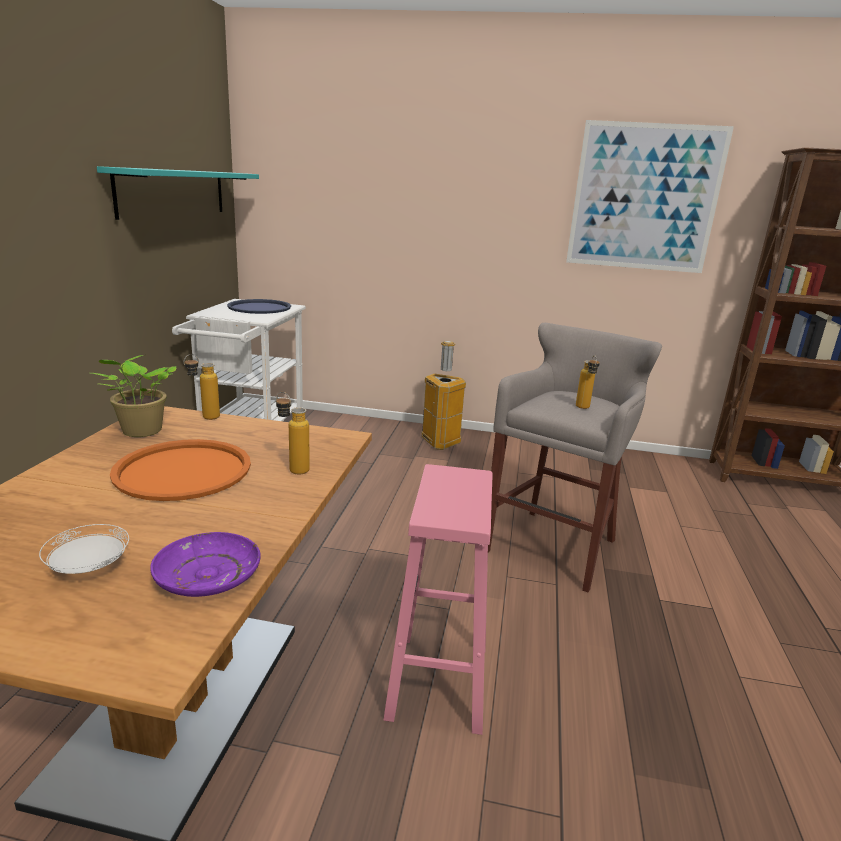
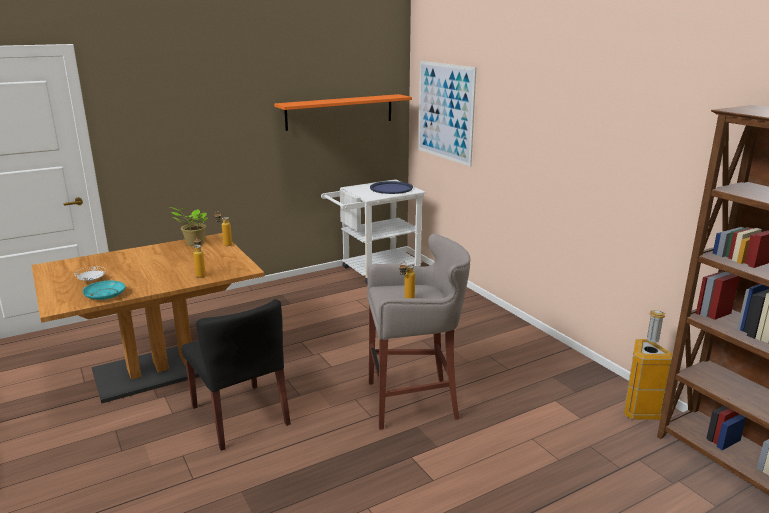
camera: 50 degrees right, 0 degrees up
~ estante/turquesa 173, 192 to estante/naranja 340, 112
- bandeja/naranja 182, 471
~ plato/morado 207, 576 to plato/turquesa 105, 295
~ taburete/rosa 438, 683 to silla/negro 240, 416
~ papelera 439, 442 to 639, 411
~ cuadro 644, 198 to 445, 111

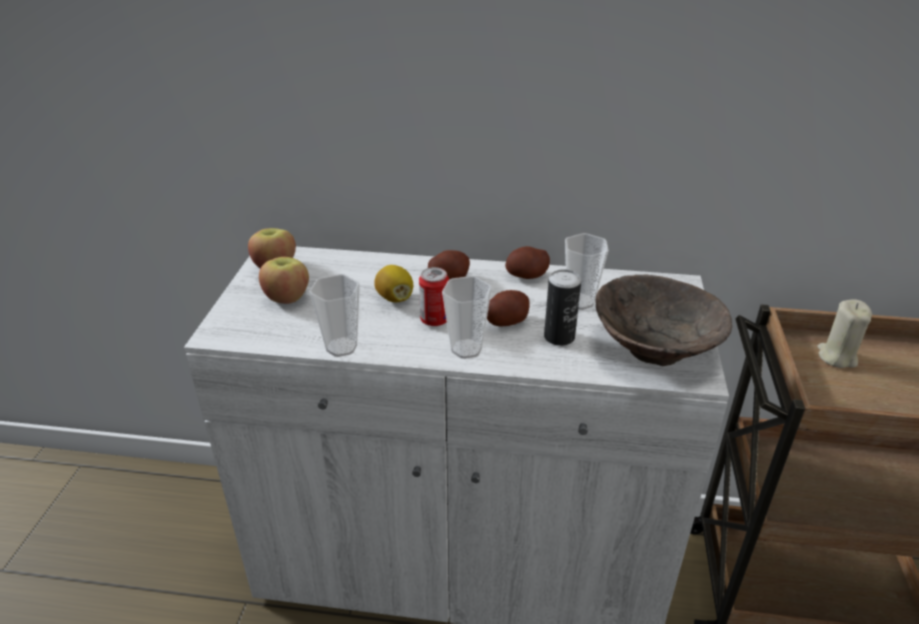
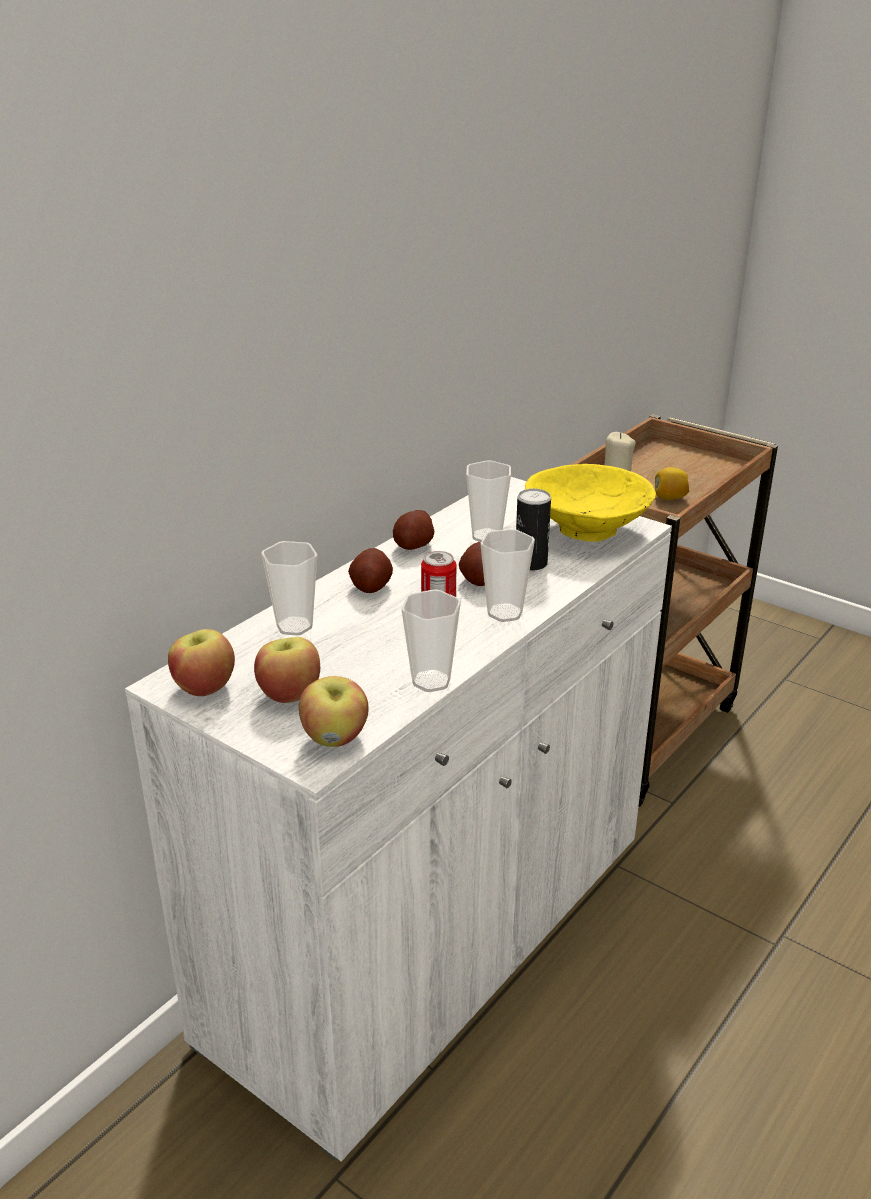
camera: 60 degrees left, 5 degrees down
~ limón 395, 298 to 669, 498
~ cuenco/marrón 653, 348 to cuenco/amarillo 587, 530
+ taza 294, 626
+ manzana 335, 738

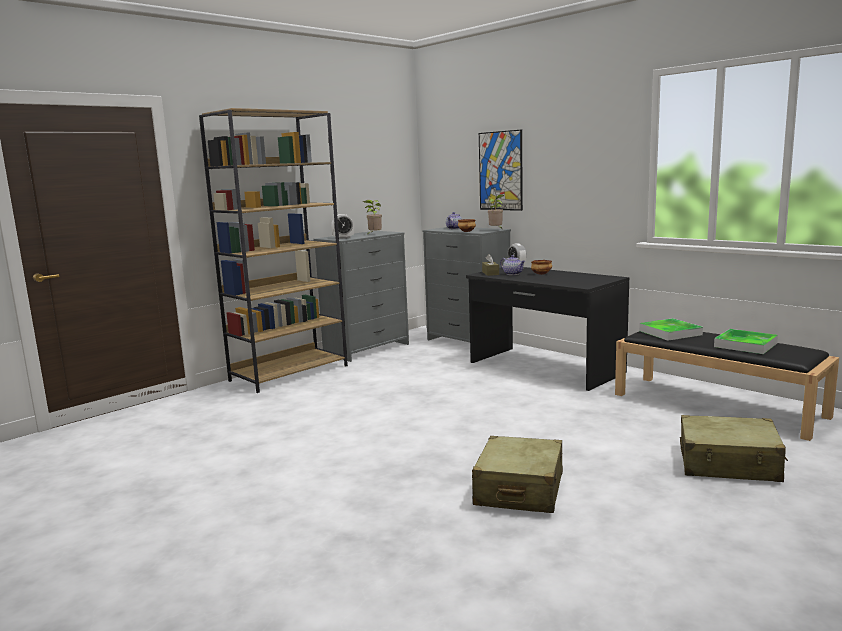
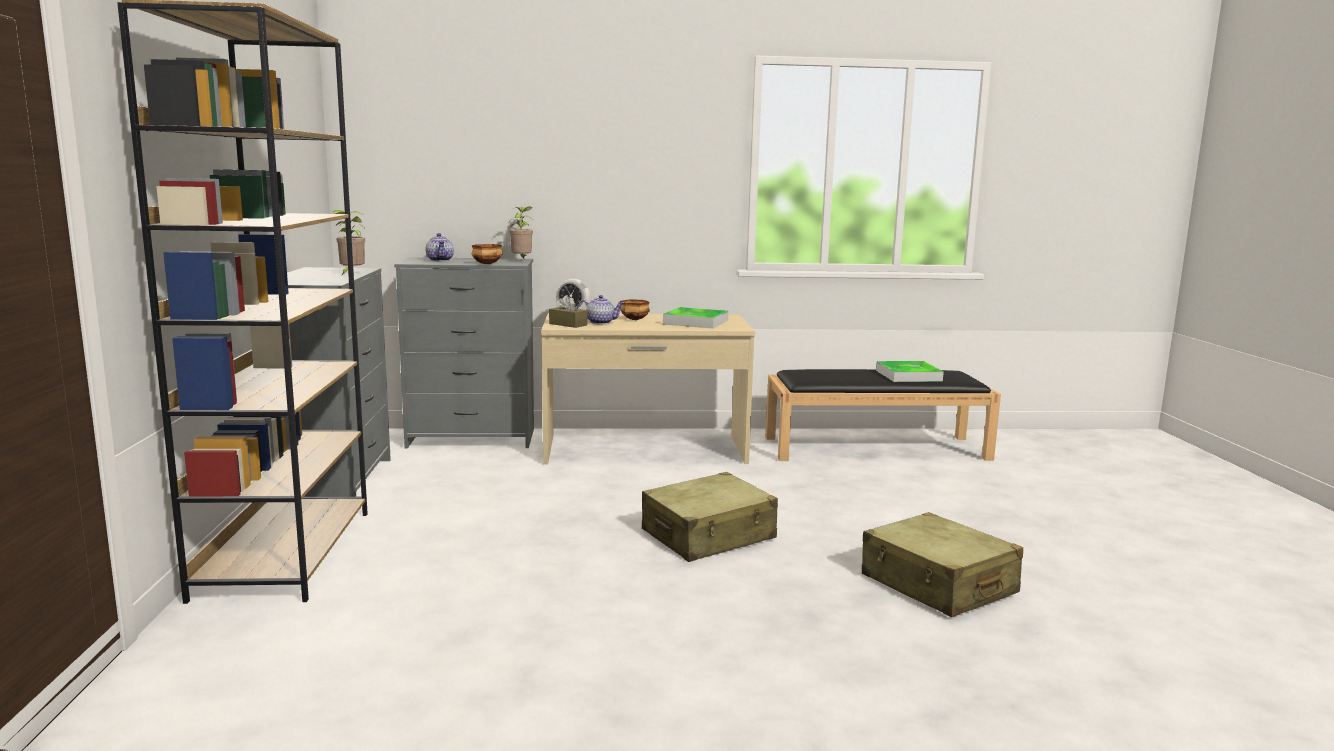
camera: 50 degrees left, 0 degrees up
- despertador 343, 238
~ escritorio/negro 544, 367 to escritorio/beis 645, 450
- cuadro 500, 171
~ bandeja 670, 333 to 696, 322
~ maleta/beis 728, 464 to 709, 535

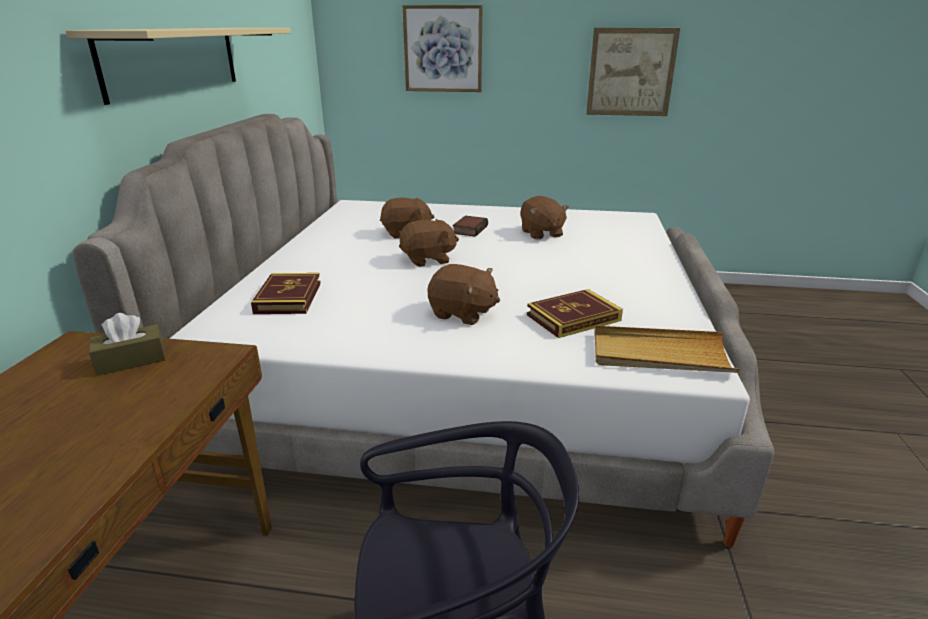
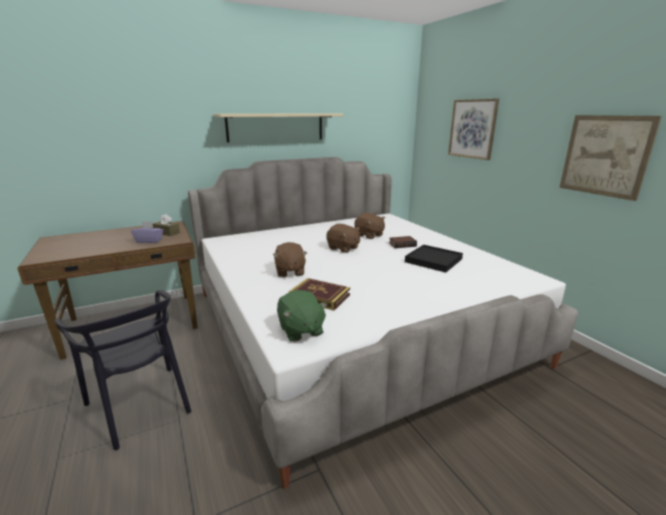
camera: 55 degrees right, 5 degrees down
- libro 288, 298
~ peluche/marrón 541, 233 to bandeja/negro 433, 260
~ bandeja/beis 659, 354 to peluche/verde 300, 330
+ caja de pañuelos/morado 149, 241

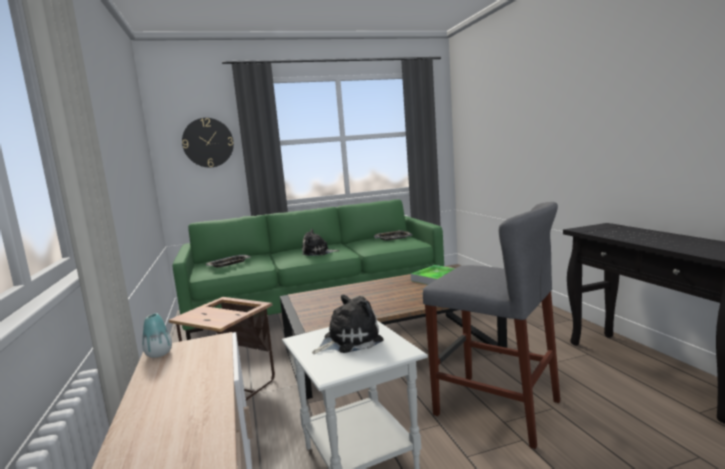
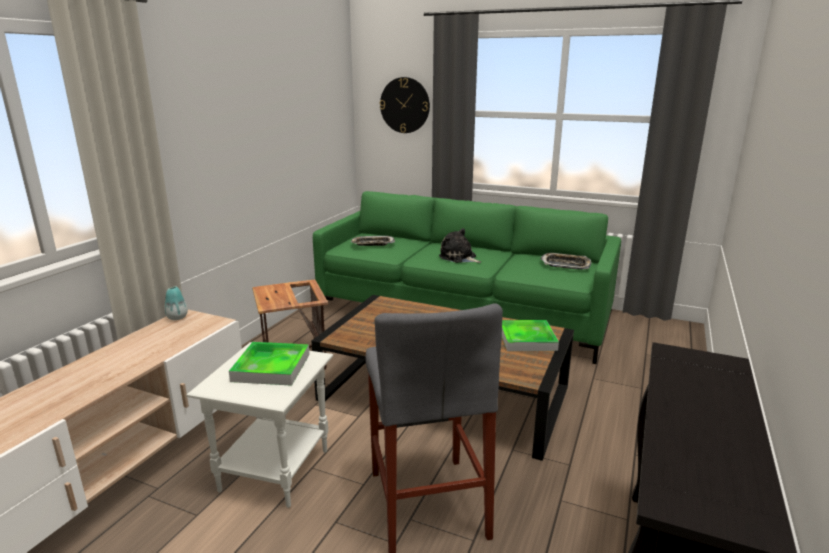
camera: 40 degrees right, 10 degrees up
~ peluche 349, 340 to bandeja 271, 367

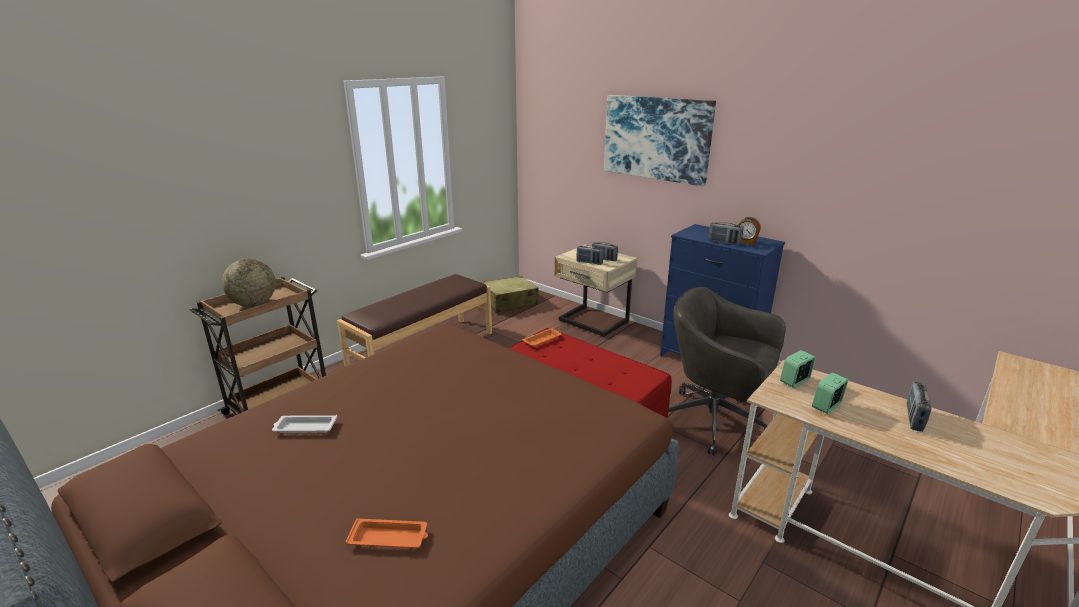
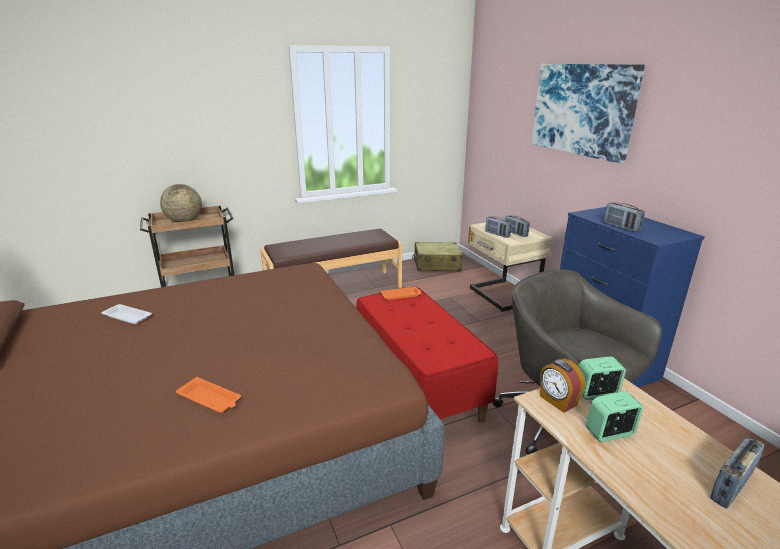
camera: 25 degrees right, 0 degrees up
~ bandeja/naranja 389, 538 to 210, 399
~ despertador 746, 242 to 557, 401

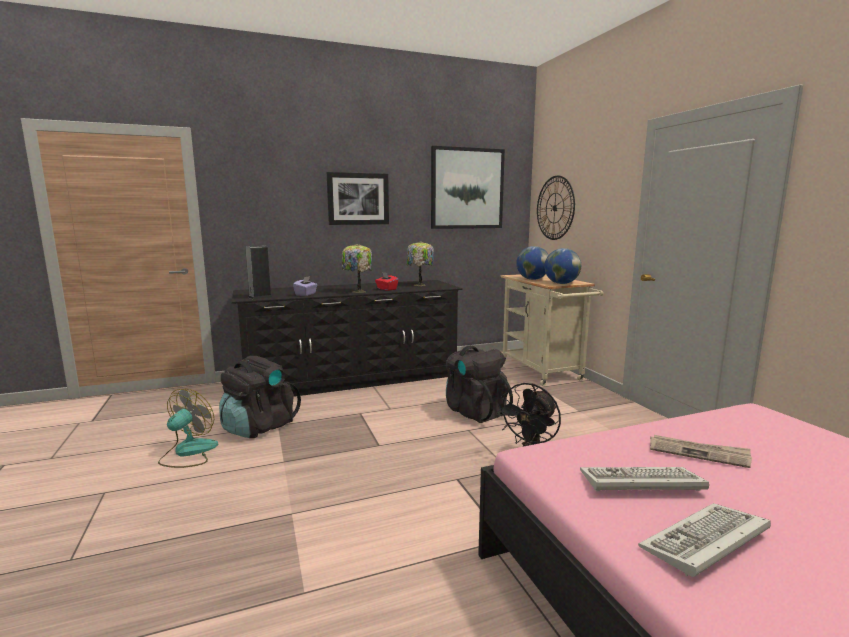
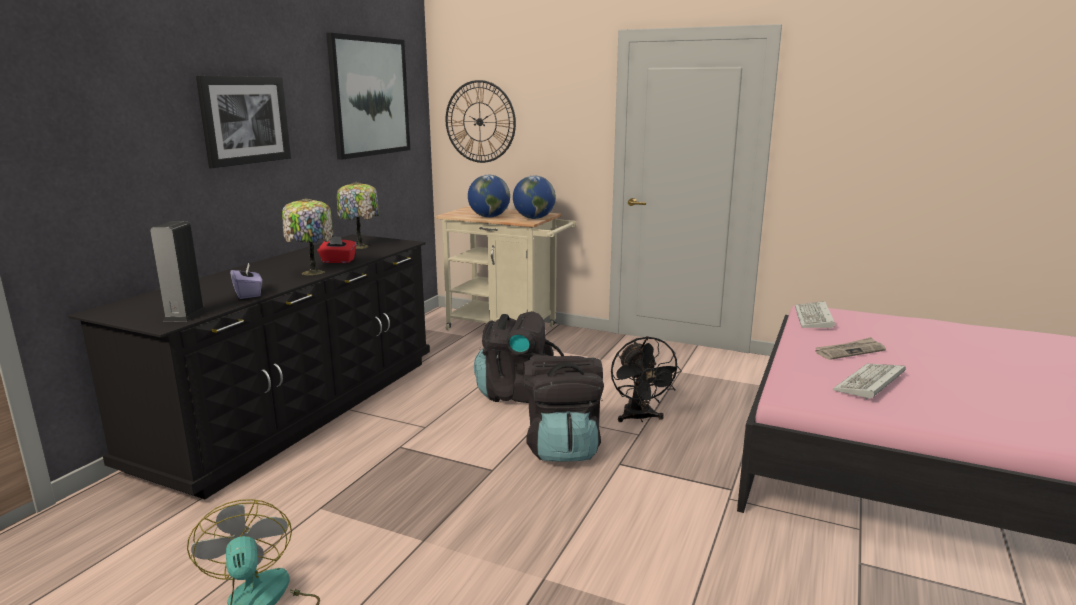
camera: 45 degrees left, 5 degrees up
~ mochila/negro 259, 427 to 562, 447
~ teclado 705, 543 to 814, 319

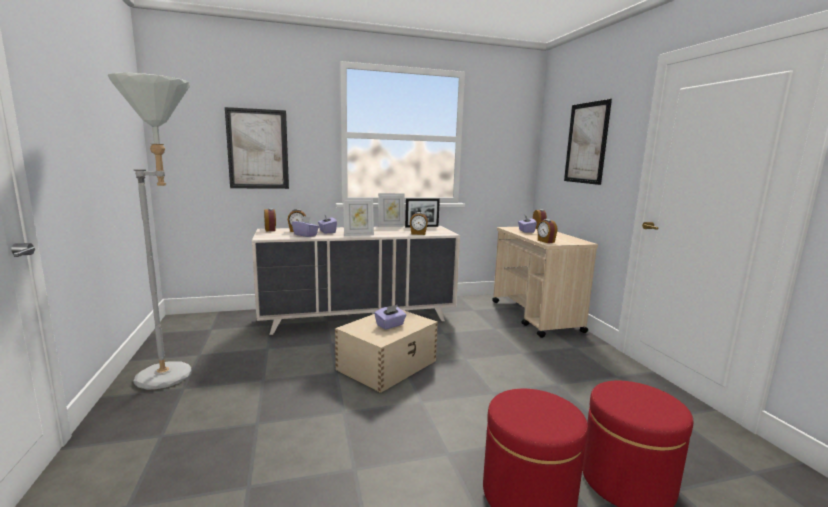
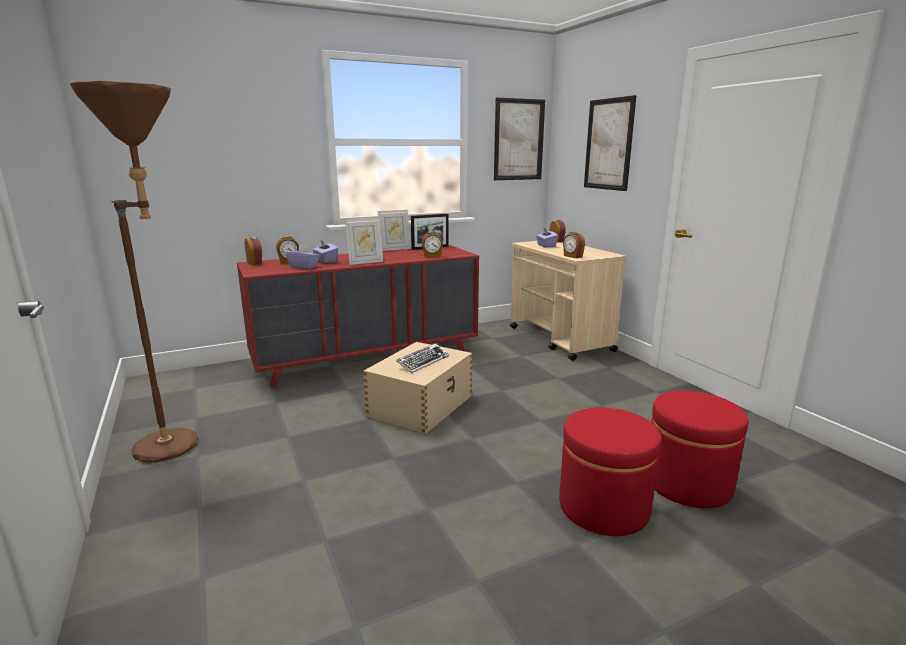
camera: 10 degrees left, 5 degrees up
~ lámpara de pie/gris 176, 374 to lámpara de pie/marrón 180, 441
~ cuadro 258, 149 to 518, 140
~ cómoda/beis 358, 318 to cómoda/rojo 368, 359
~ caja de pañuelos/morado 390, 325 to teclado 423, 361

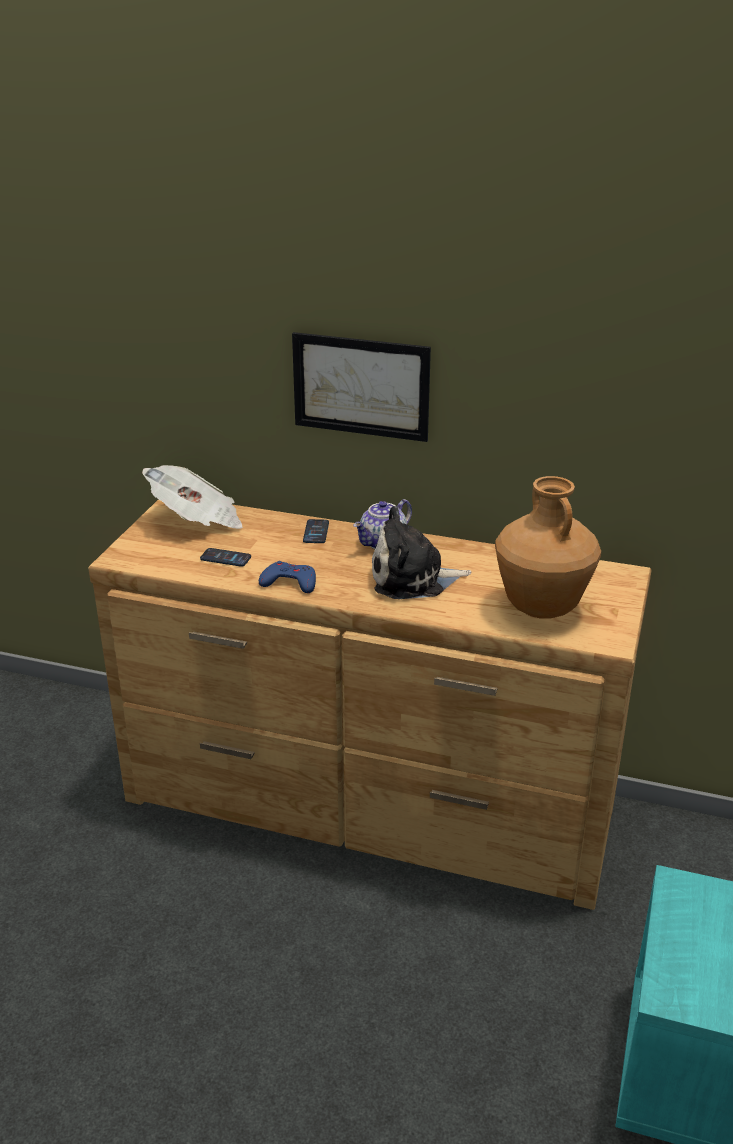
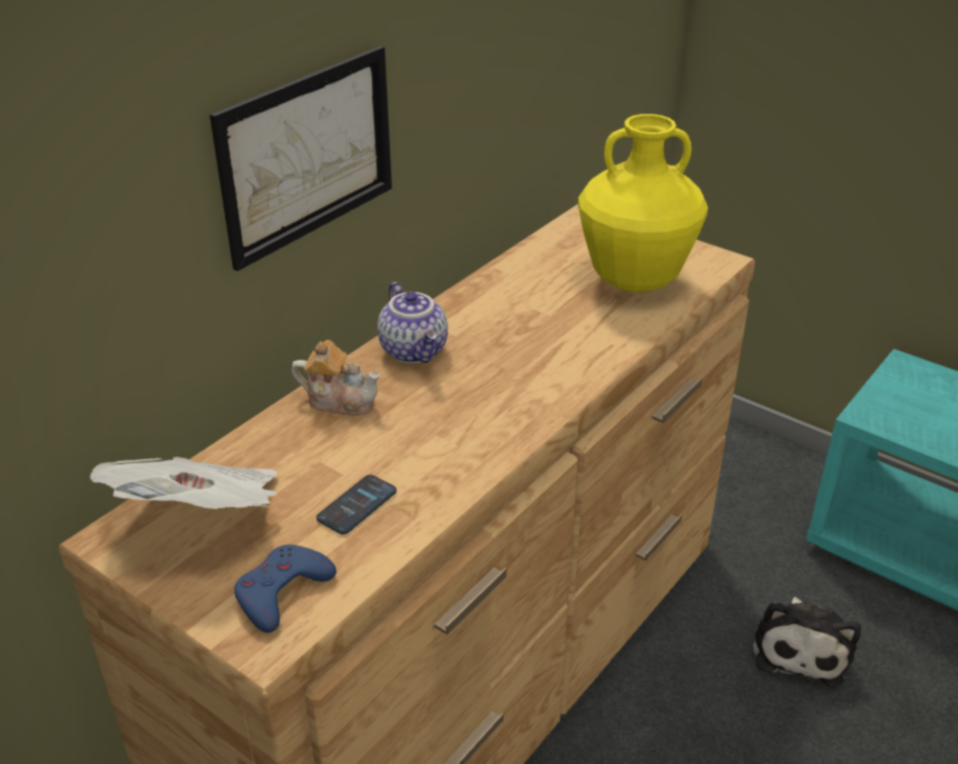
camera: 70 degrees left, 5 degrees up
~ mando de consola/azul 289, 582 to 282, 592
~ móvil 316, 532 to tetera 340, 400
~ peluche 413, 579 to 801, 648
~ florero/marrón 541, 608 to florero/amarillo 634, 281

